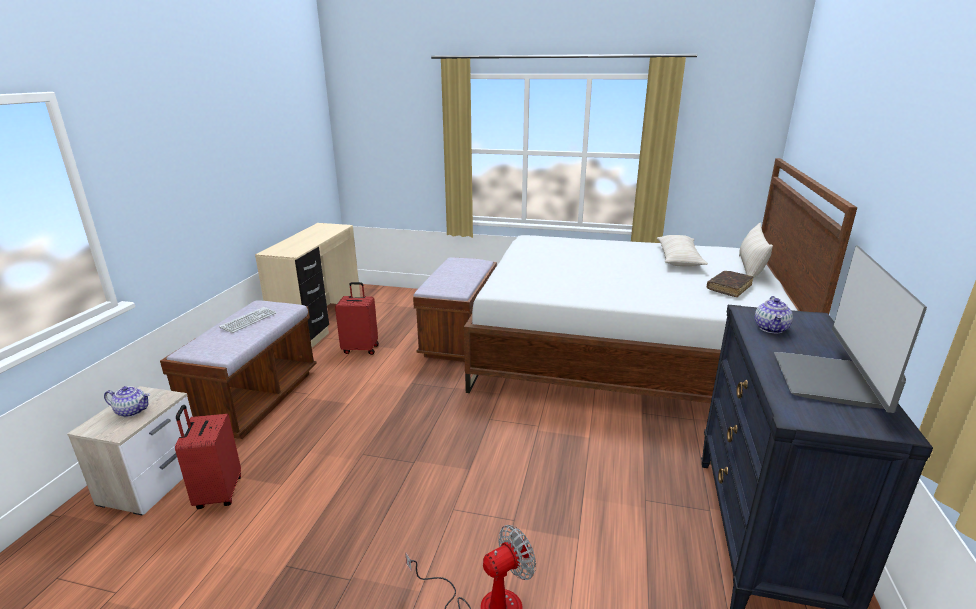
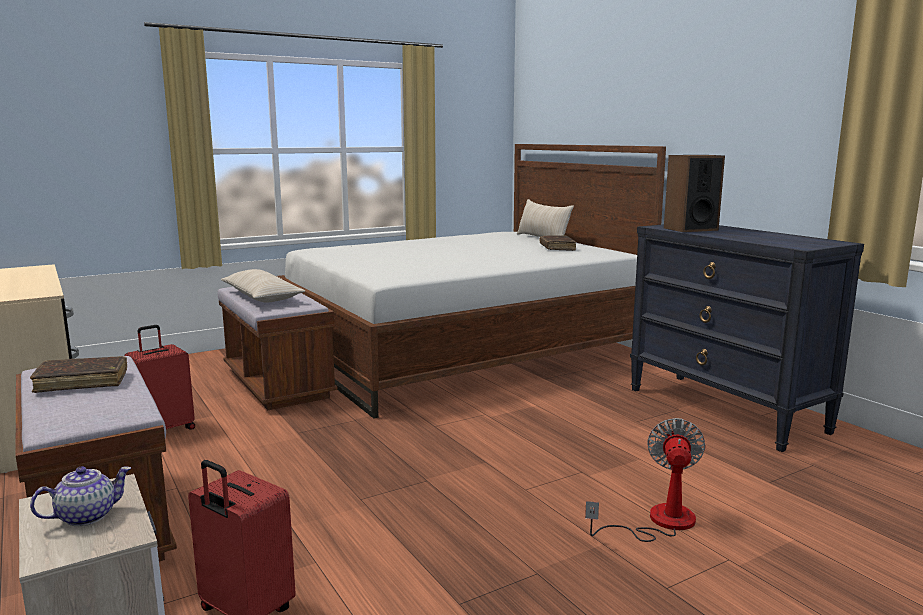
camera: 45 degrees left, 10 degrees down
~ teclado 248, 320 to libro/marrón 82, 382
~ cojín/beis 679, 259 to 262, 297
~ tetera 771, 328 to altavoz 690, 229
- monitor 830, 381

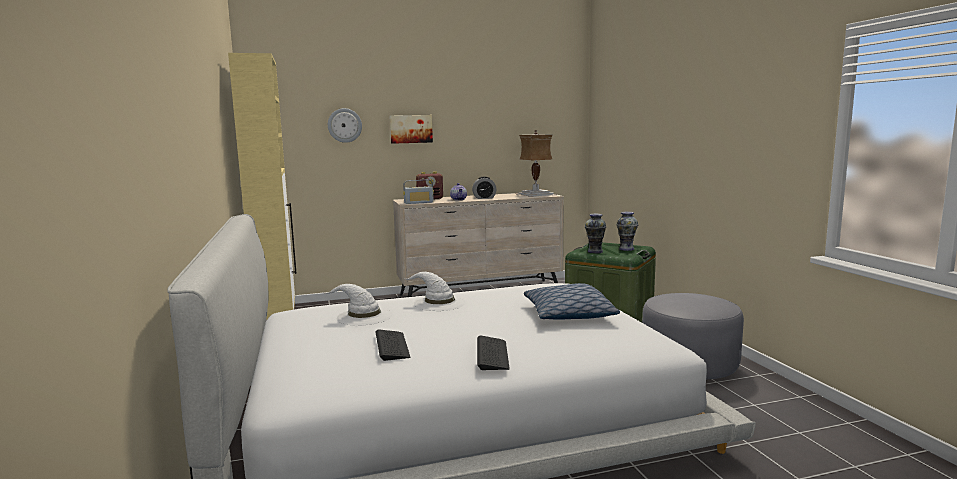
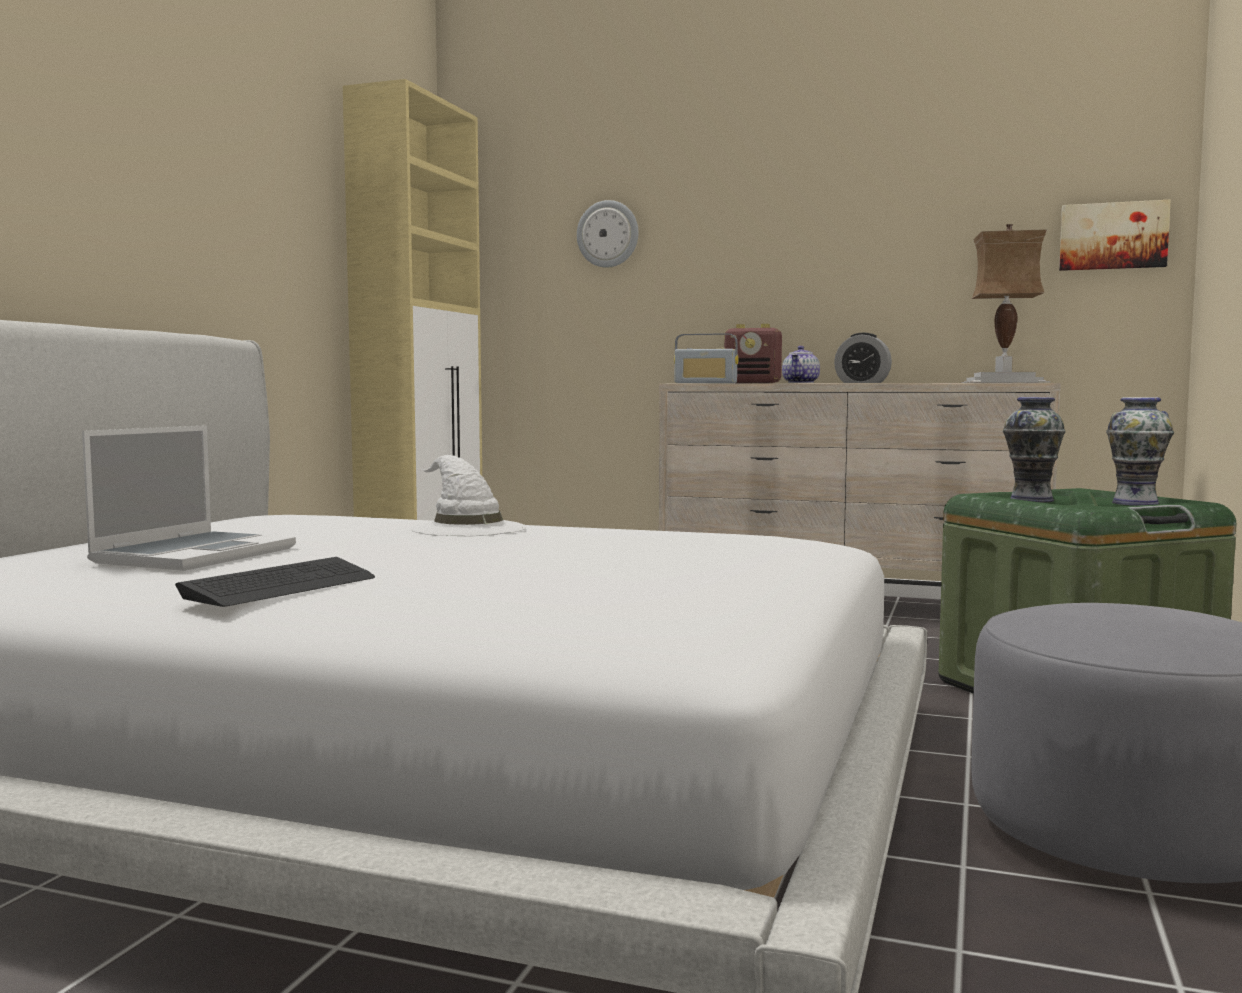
camera: 35 degrees right, 5 degrees down
- sombrero/blanco 363, 316
~ teclado 392, 346 to portátil 195, 555
~ cuadro 411, 129 to 1113, 236
- cojín 569, 315

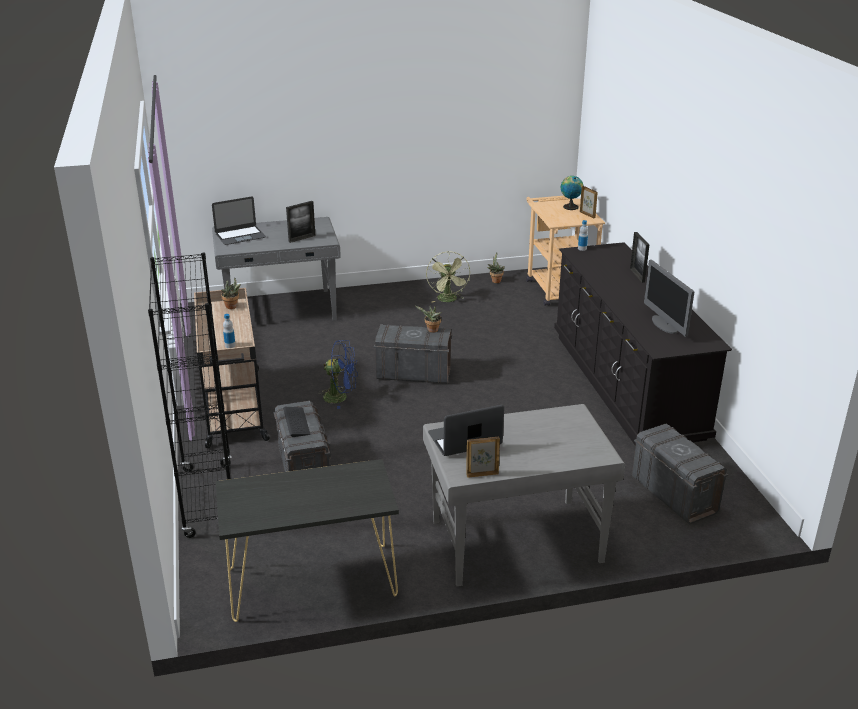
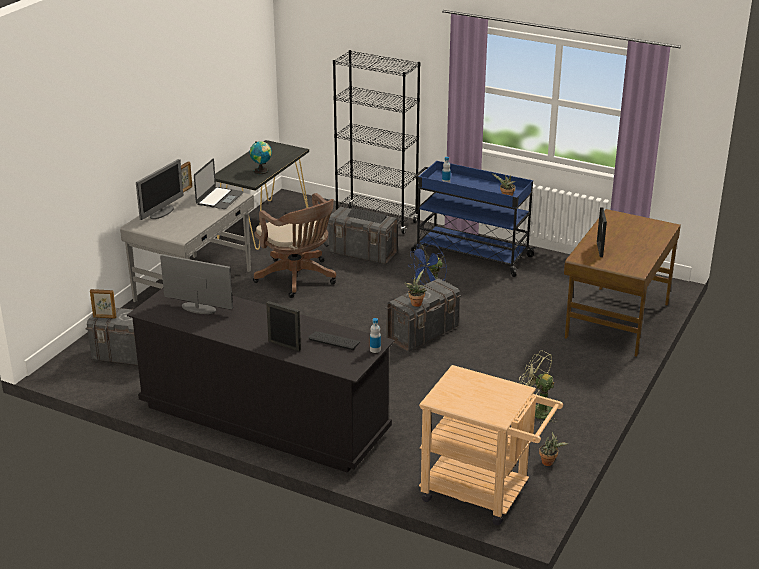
camera: 130 degrees right, 0 degrees up
~ carrito/beis 233, 408 to carrito/azul 470, 254
- portátil 240, 235
~ escritorio/gris 281, 310 to escritorio/marrón 616, 320
~ globo terráqueo 570, 207 to 262, 171
~ portarretratos 587, 215 to 104, 317
+ monitor 162, 212
+ silla de oficina/marrón 298, 279
+ teclado 334, 341

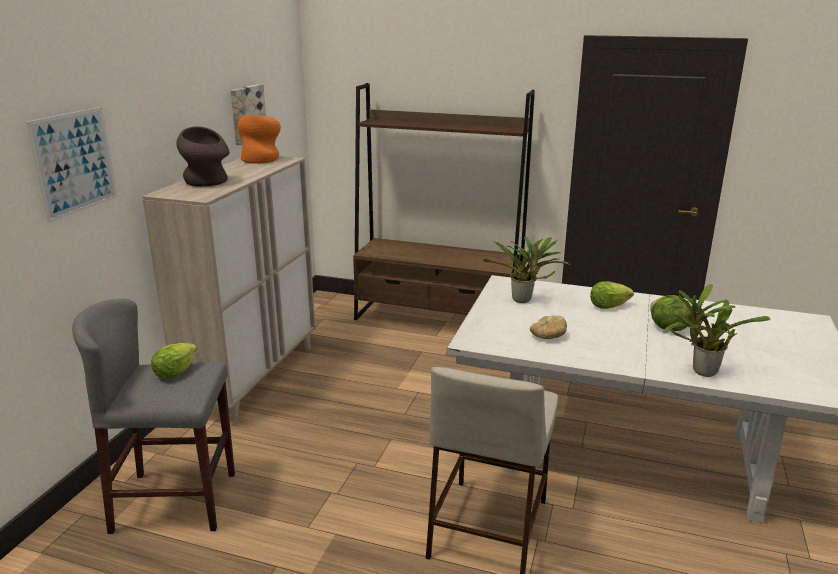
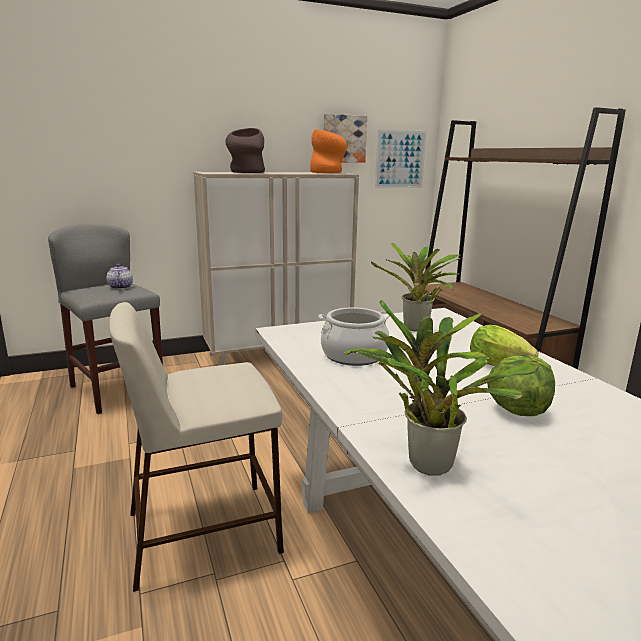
camera: 50 degrees right, 5 degrees down
~ cuadro 75, 162 to 400, 159
~ lechuga 175, 372 to tetera 120, 287
~ pan 548, 336 to olla 354, 356

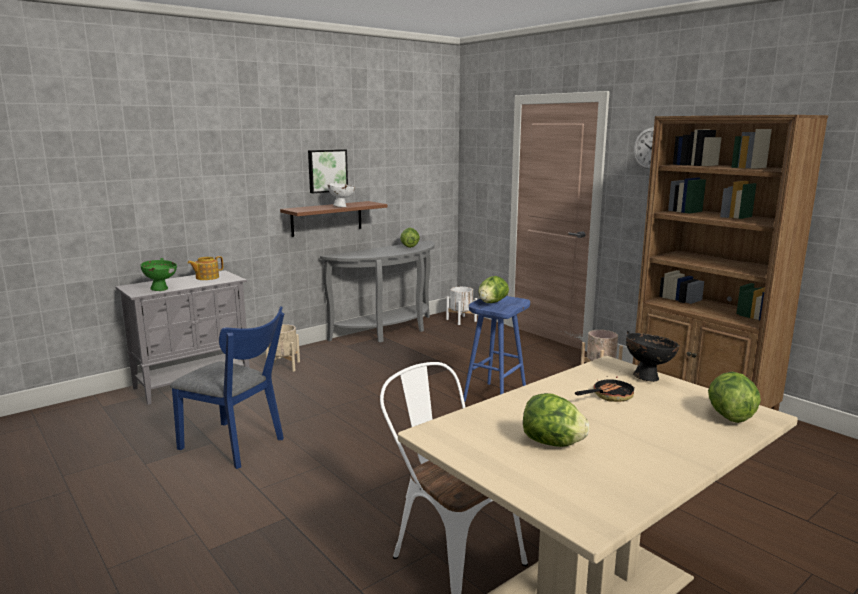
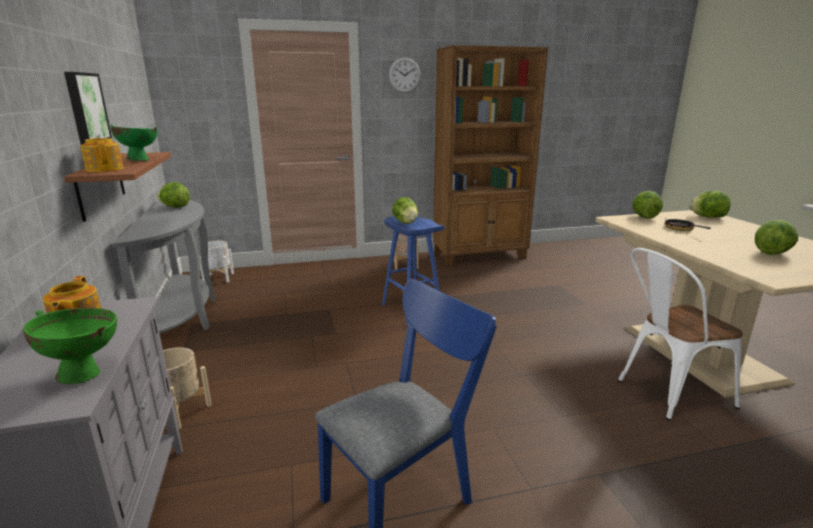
camera: 65 degrees left, 5 degrees up
~ cuenco/blanco 341, 206 to cuenco/verde 139, 160
~ cuenco/negro 647, 377 to lechuga 644, 217
+ tetera 105, 169

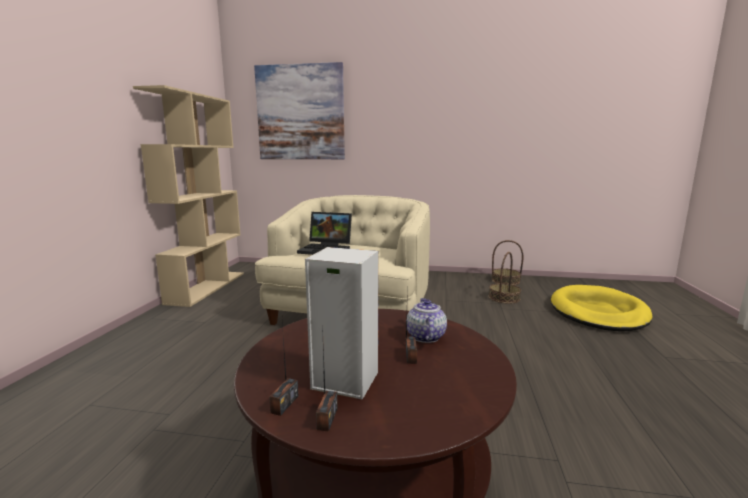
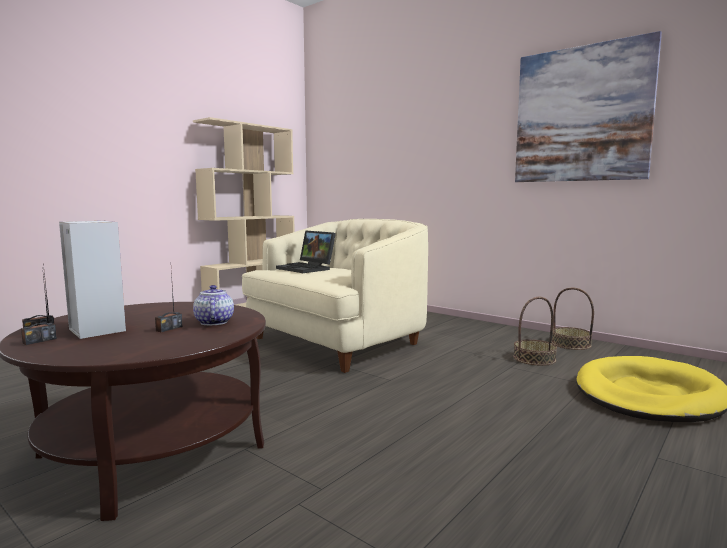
camera: 30 degrees right, 5 degrees down
~ cuadro 300, 113 to 581, 114
~ tetera 425, 336 = 213, 322 45 degrees counterclockwise

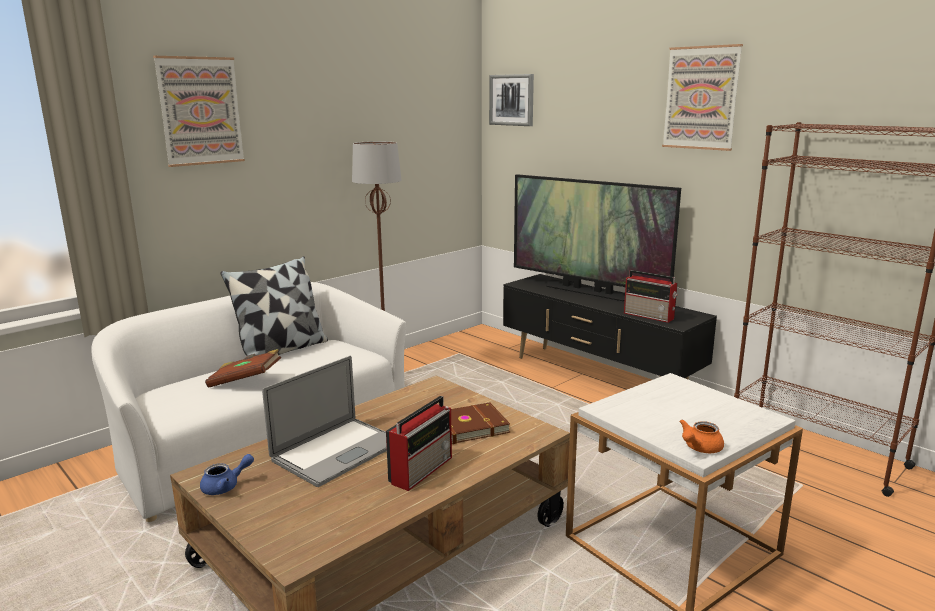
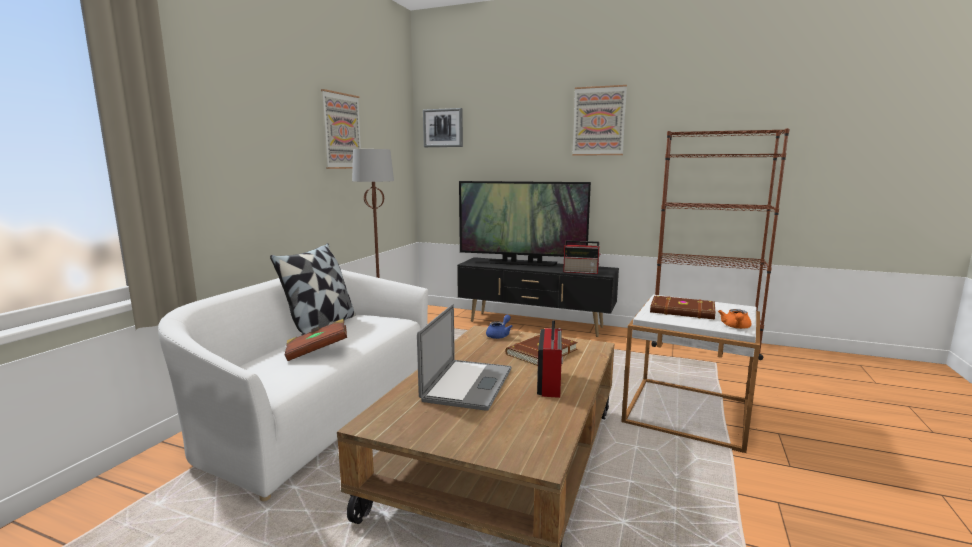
camera: 25 degrees left, 5 degrees down
~ cuadro 200, 111 to 341, 131
~ tetera/azul 226, 486 to 499, 335
+ libro/marrón 682, 311

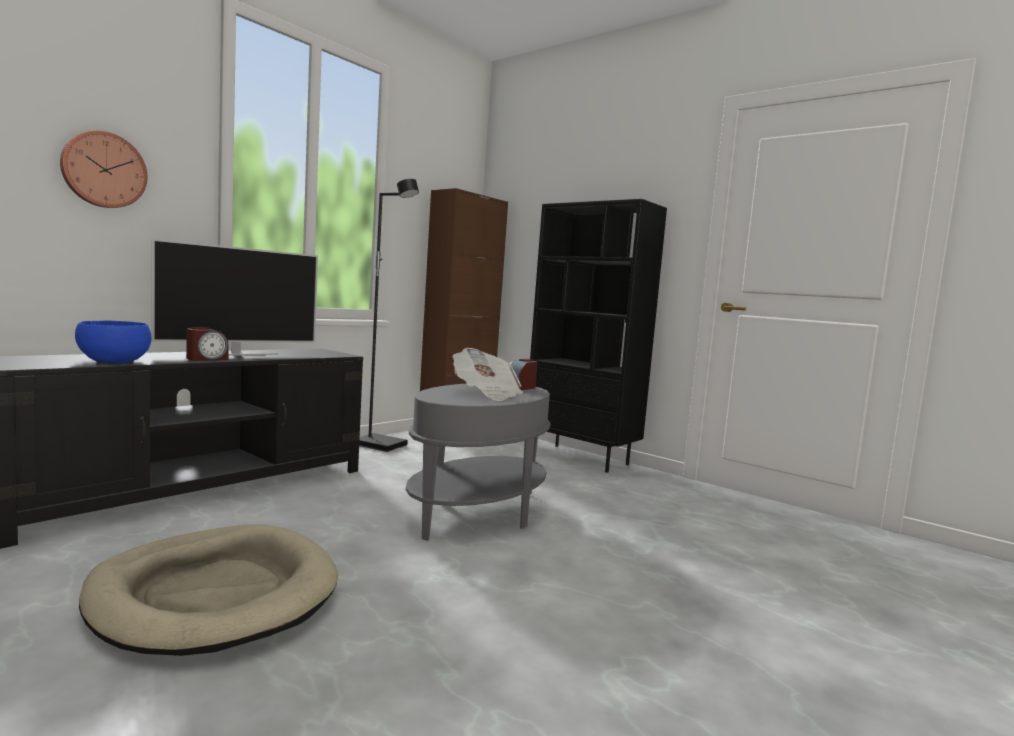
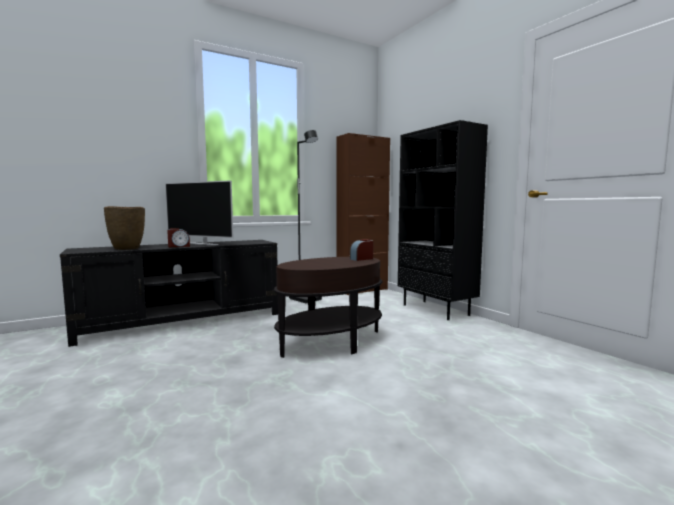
camera: 20 degrees right, 0 degrees up
- reloj de pared 104, 170
~ cuenco/azul 114, 361 to florero/marrón 127, 248
- cama para perro/beis 215, 595
~ televisor 237, 354 = 202, 244 45 degrees clockwise
~ mesa auxiliar/gris 478, 513 to mesa auxiliar/marrón 331, 343
- periódico 486, 394

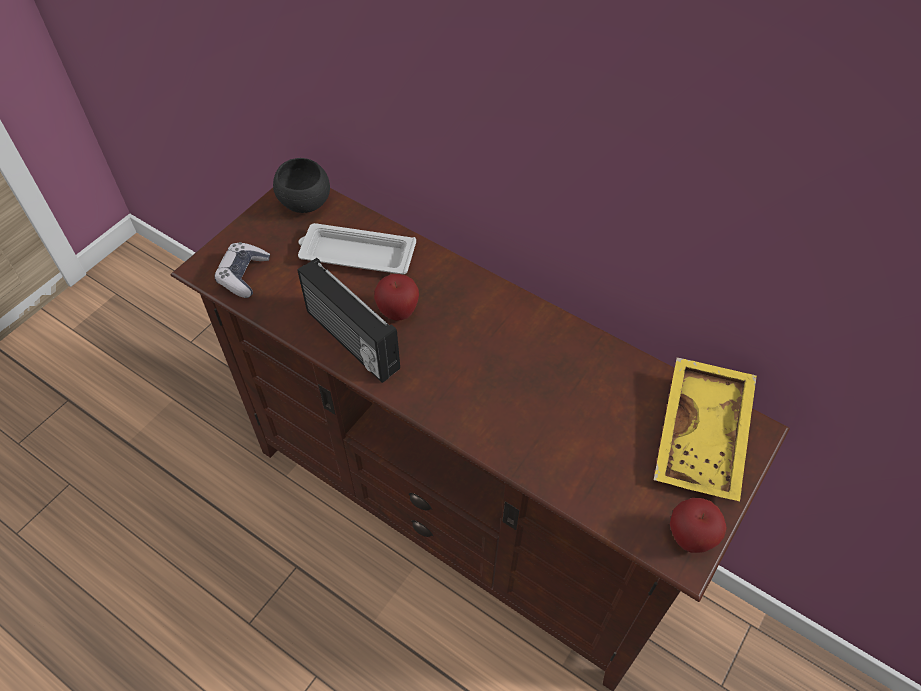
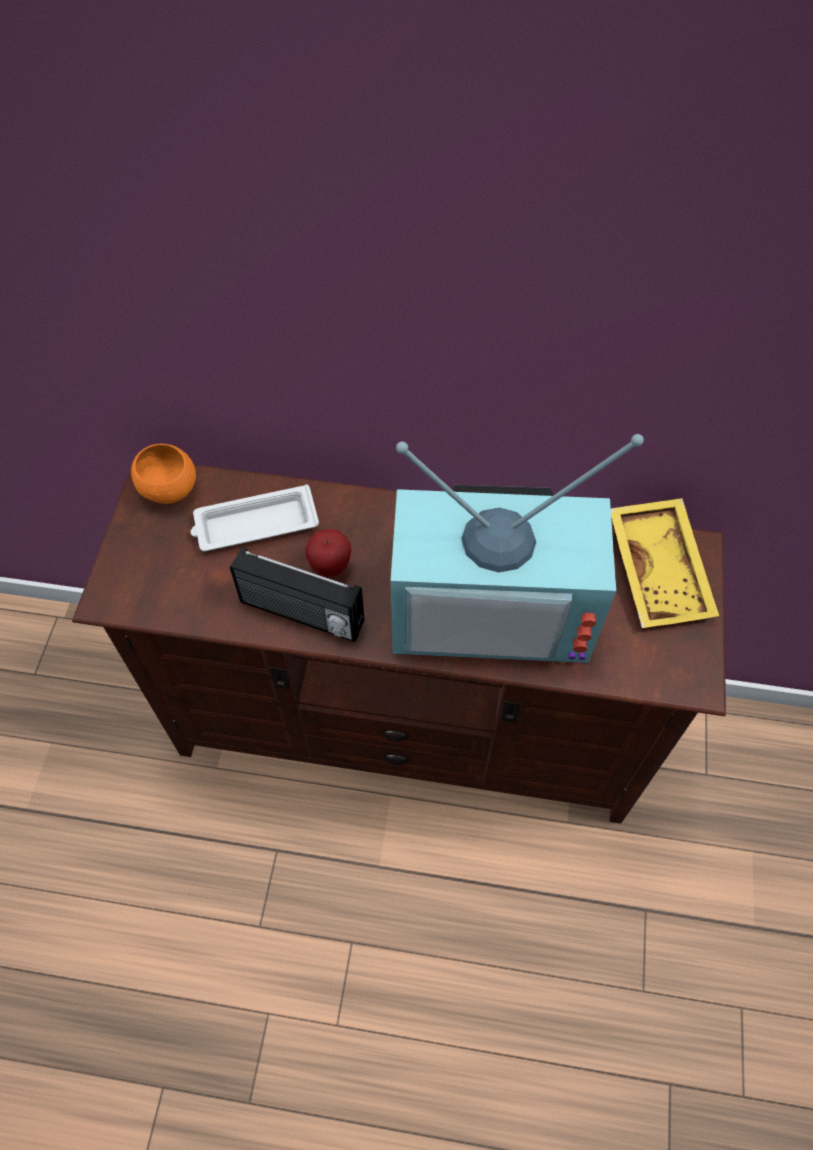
camera: 25 degrees left, 5 degrees up
- mando de consola 243, 275
~ cuenco/negro 305, 203 to cuenco/naranja 169, 489
- manzana 689, 538
+ televisor 493, 605

